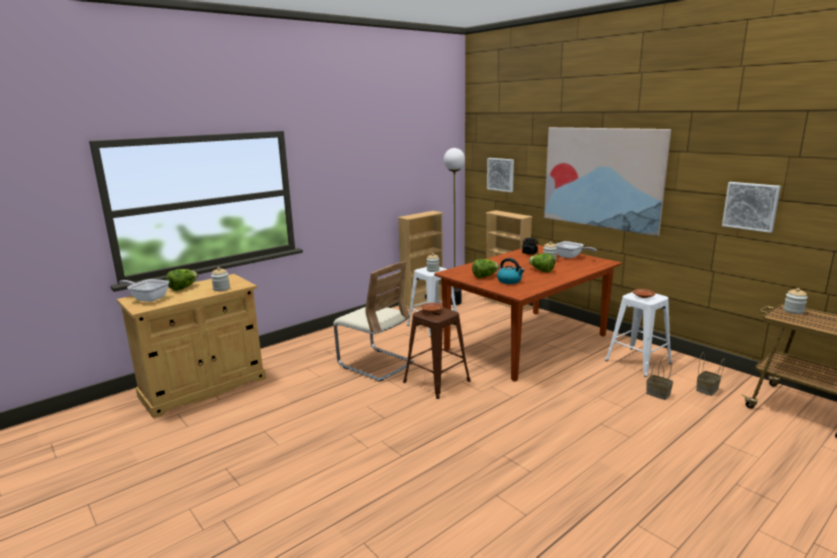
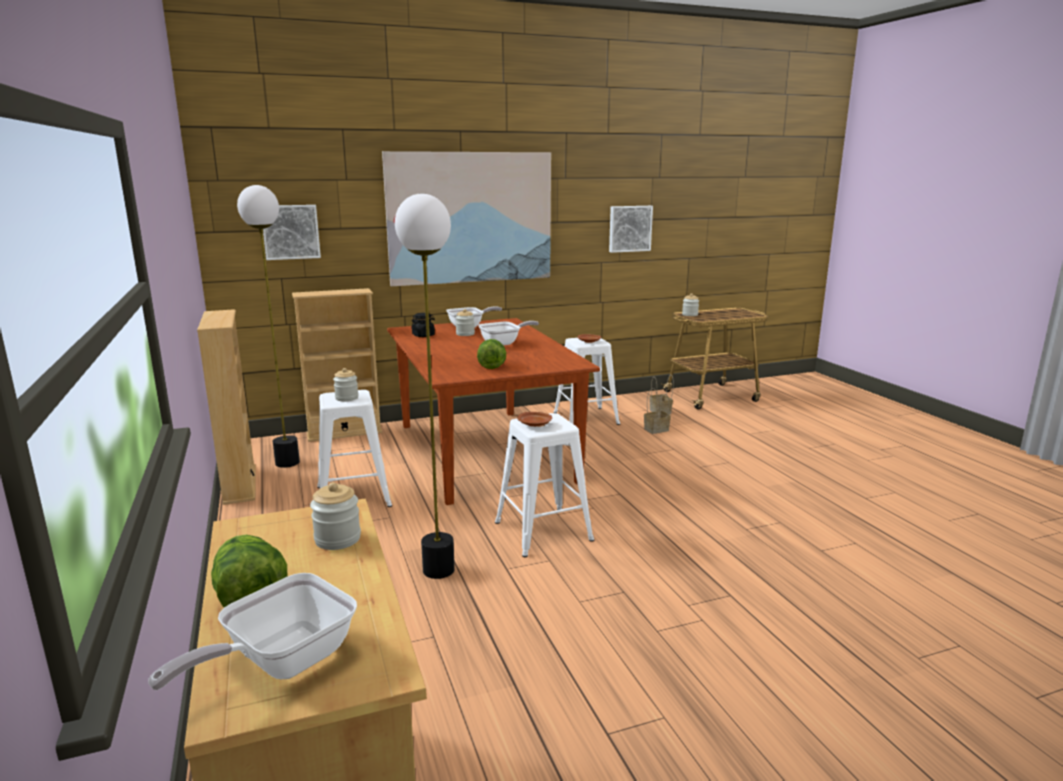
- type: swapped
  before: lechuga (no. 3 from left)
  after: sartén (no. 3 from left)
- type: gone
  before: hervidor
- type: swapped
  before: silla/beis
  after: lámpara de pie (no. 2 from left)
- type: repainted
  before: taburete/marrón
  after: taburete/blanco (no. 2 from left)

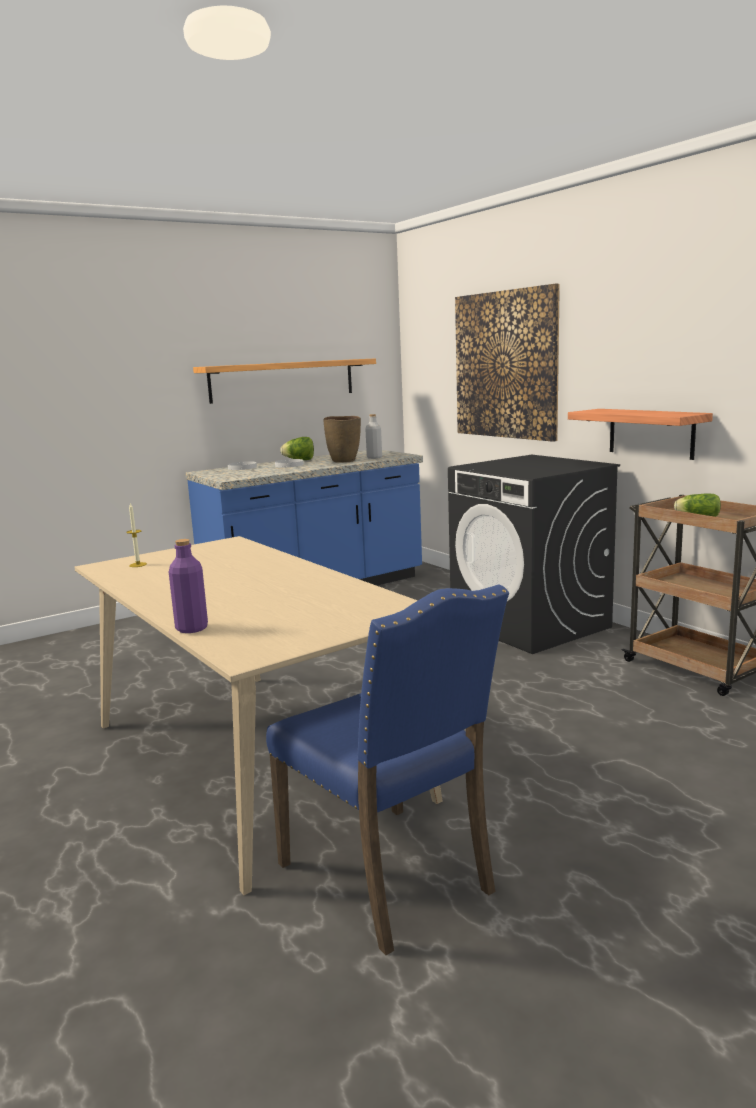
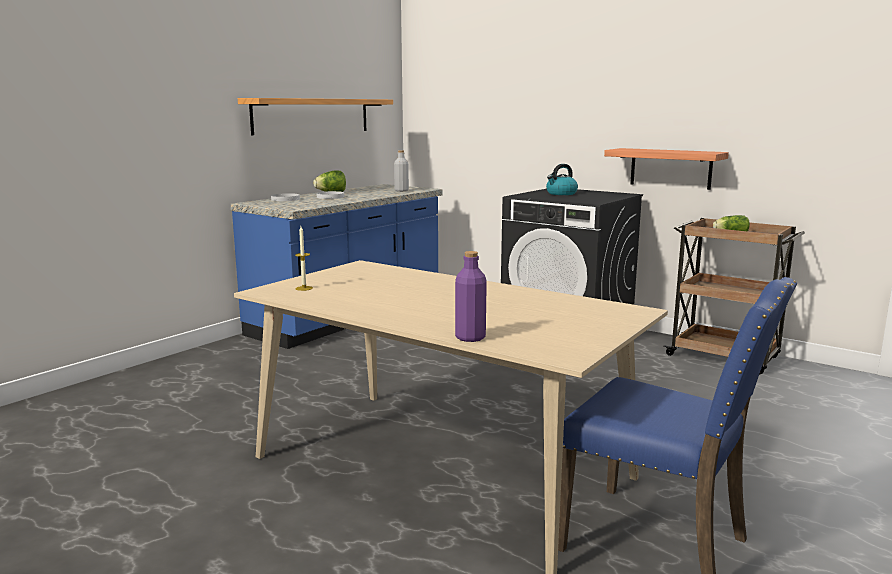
- type: gone
  before: cuadro
- type: gone
  before: florero/marrón
- type: new
  after: hervidor

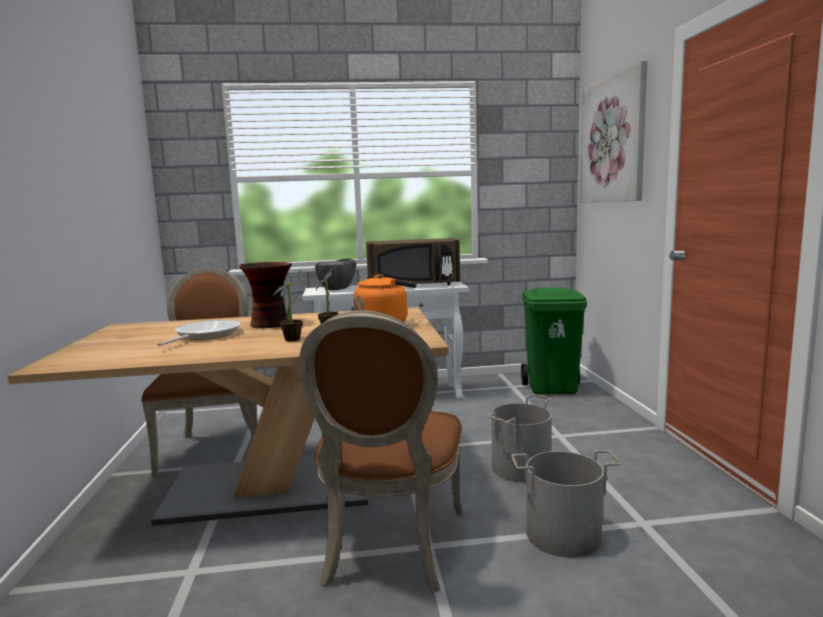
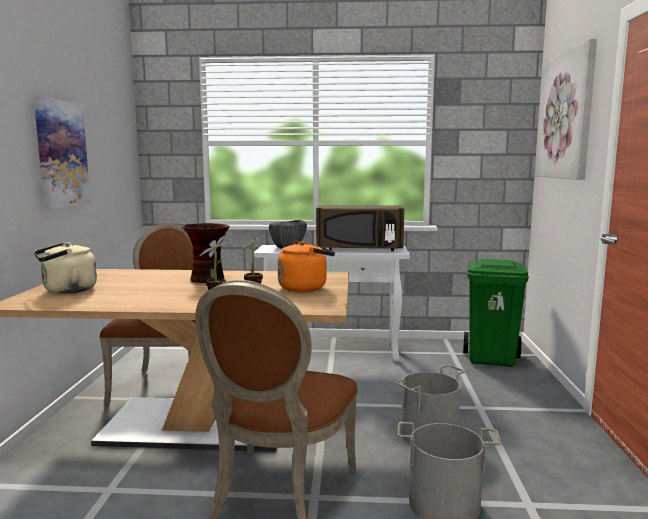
- type: gone
  before: sartén
- type: new
  after: cuadro (no. 1 from left)
- type: new
  after: hervidor/beis

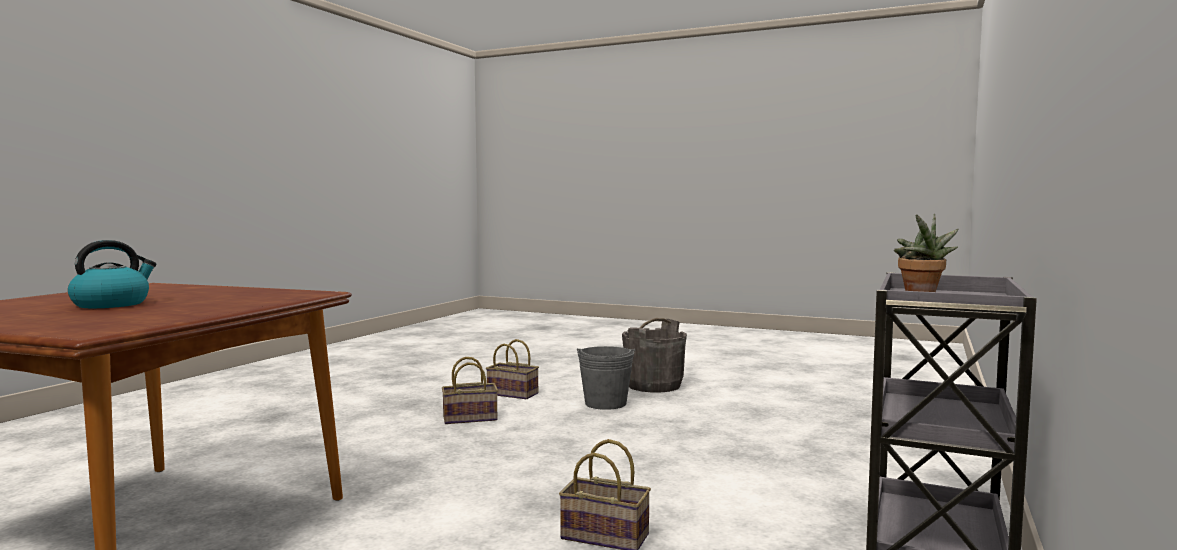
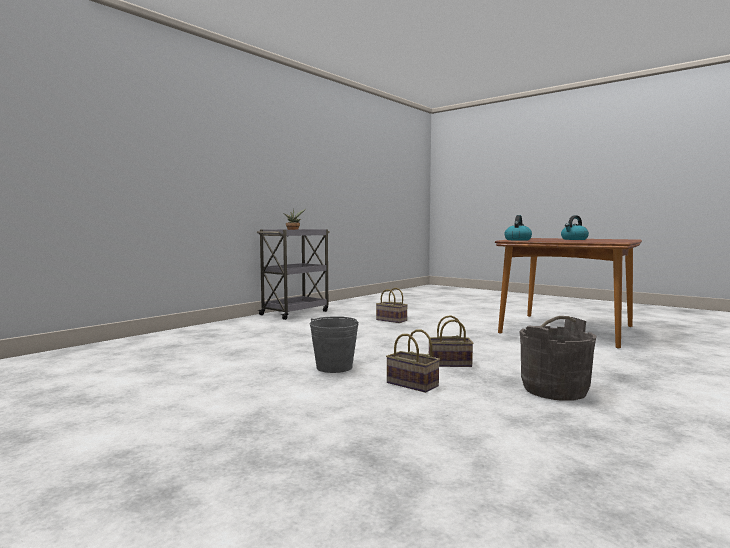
- type: shifted
  before: cubo/gris (no. 2 from left)
- type: new
  after: hervidor (no. 1 from left)

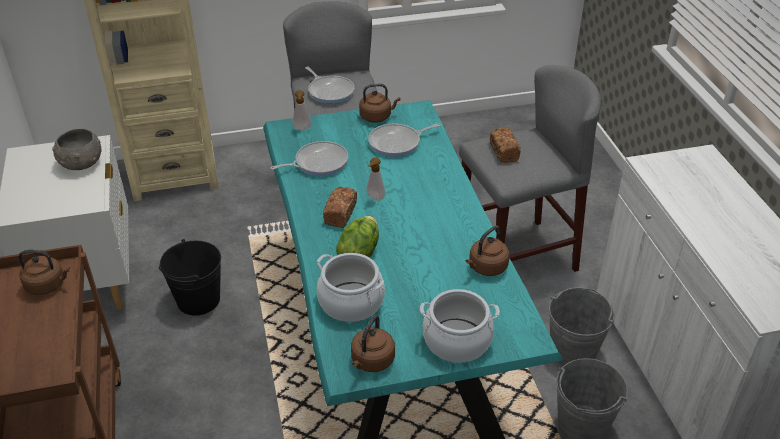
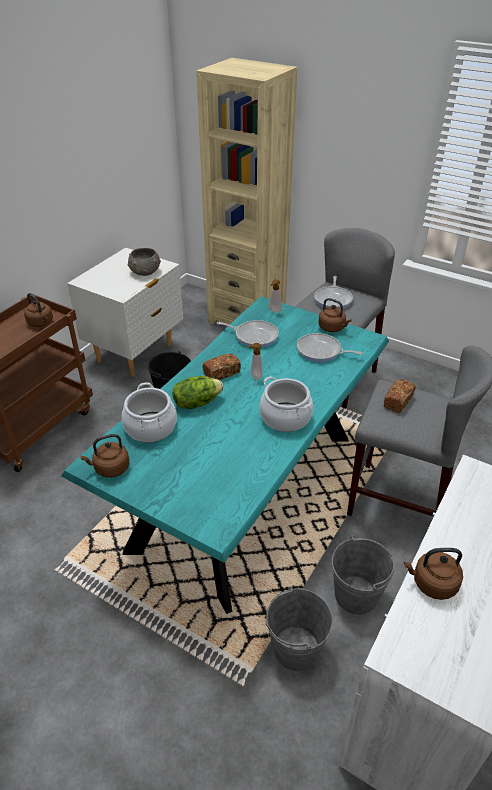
- type: shifted
  before: hervidor/marrón (no. 4 from left)
- type: shifted
  before: olla (no. 2 from left)

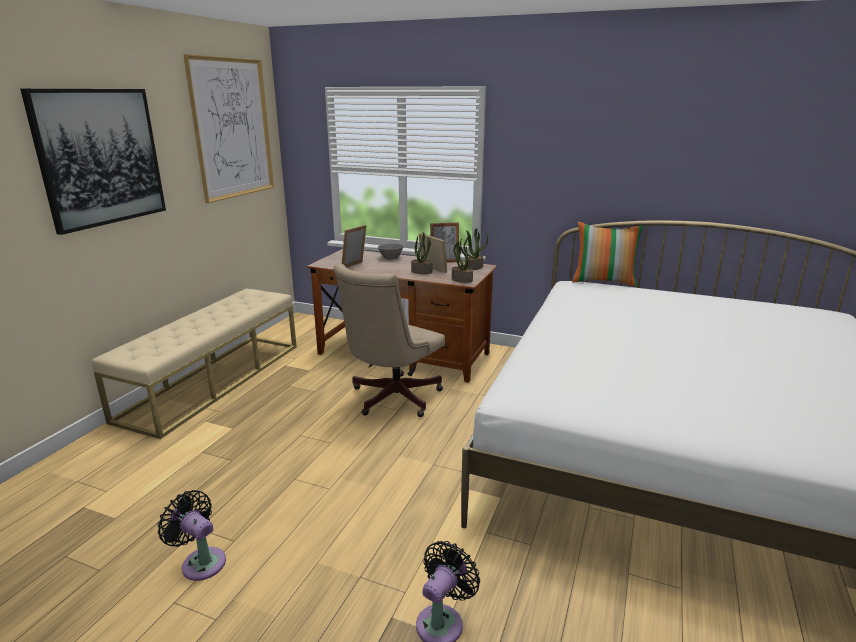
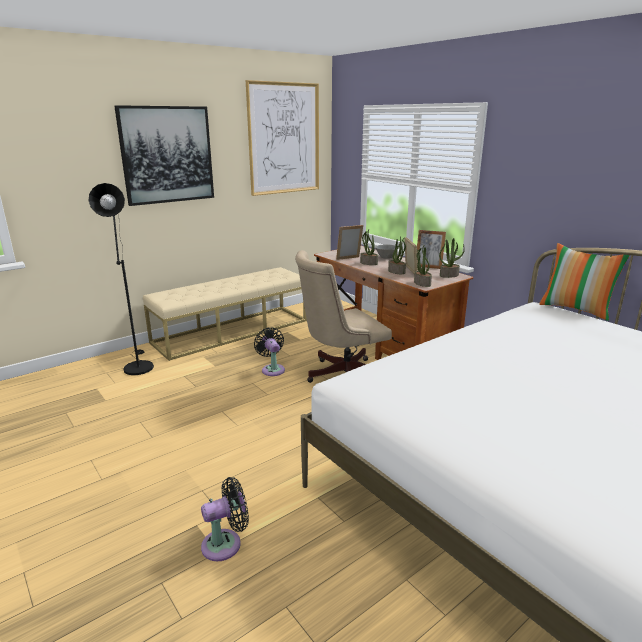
- type: shifted
  before: ventilador/negro (no. 1 from left in the first image)
  after: ventilador/negro (no. 2 from left)
- type: new
  after: lámpara de pie/negro
- type: new
  after: planta en maceta (no. 1 from left)

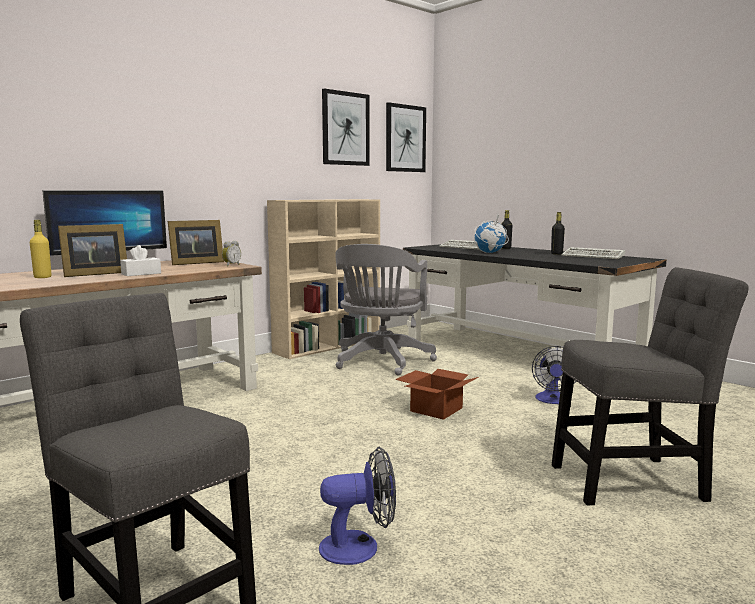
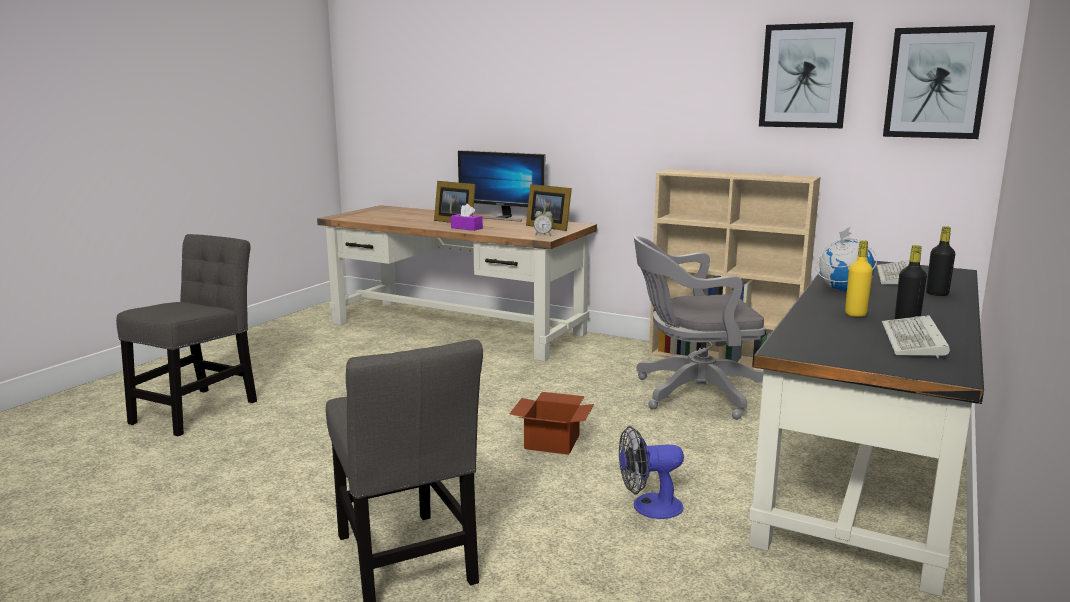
- type: shifted
  before: botella/amarillo
- type: repainted
  before: caja de pañuelos/blanco
  after: caja de pañuelos/morado
- type: gone
  before: ventilador (no. 1 from left)

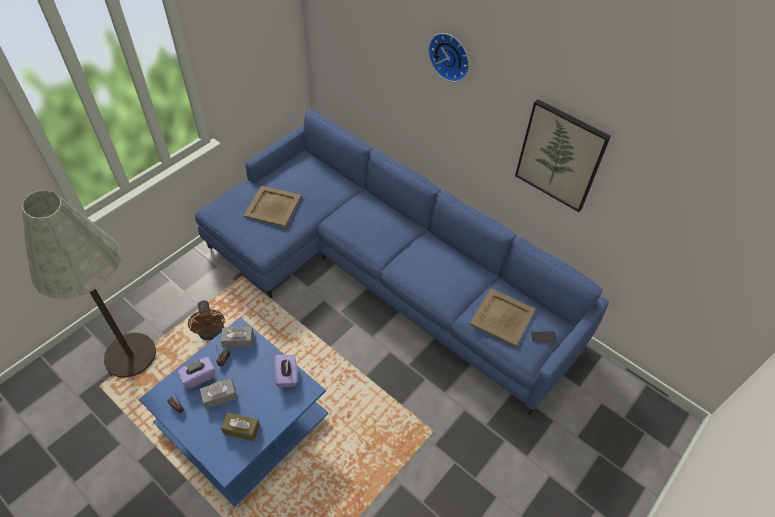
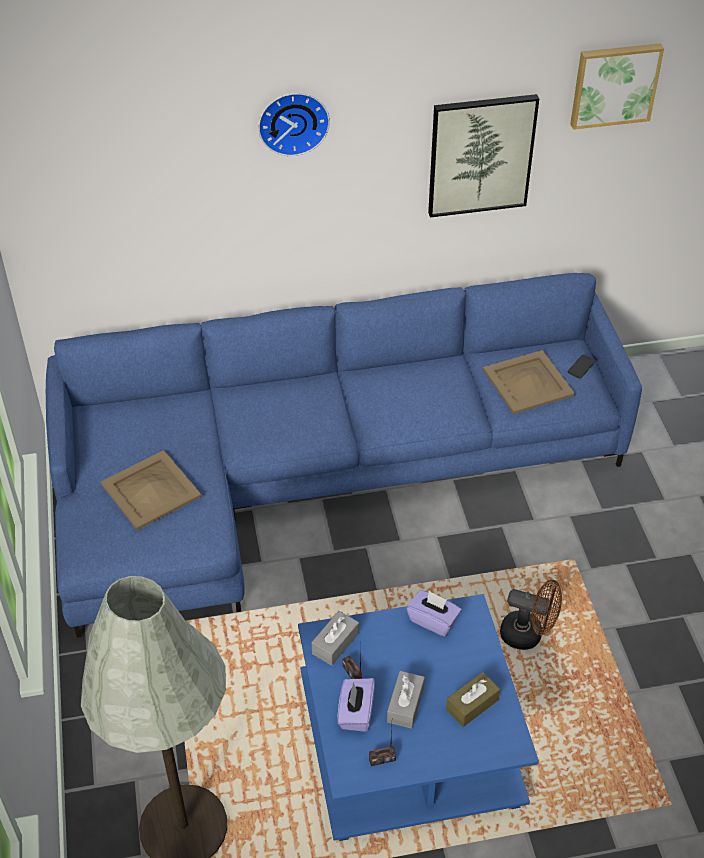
- type: shifted
  before: ventilador/marrón
- type: new
  after: cuadro (no. 2 from left)

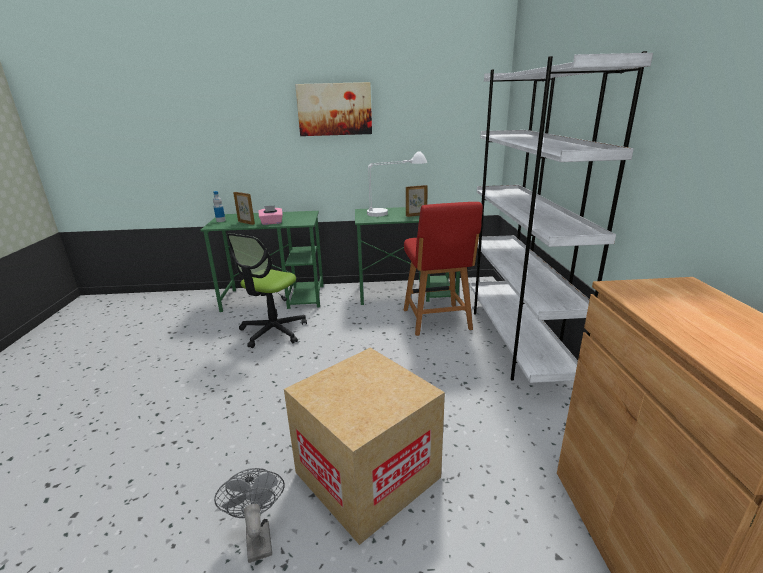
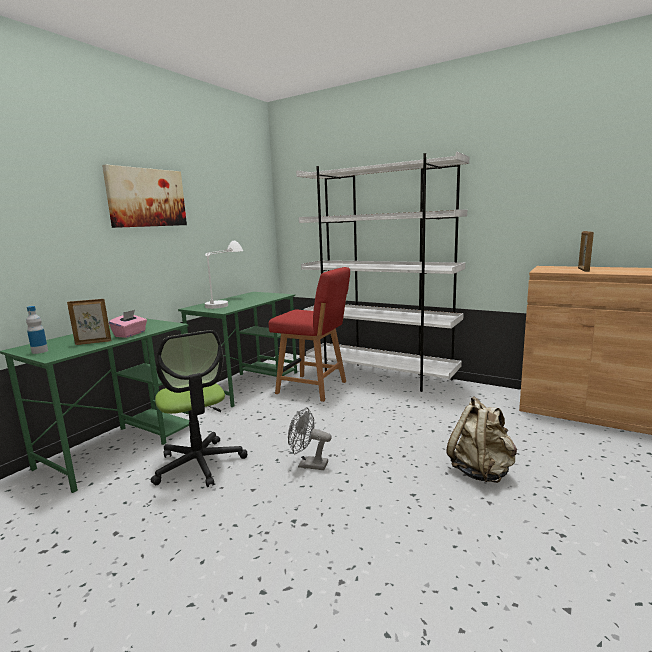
- type: shifted
  before: portarretratos (no. 2 from left)
- type: swapped
  before: caja de cartón
  after: mochila/beis
- type: shifted
  before: ventilador/gris

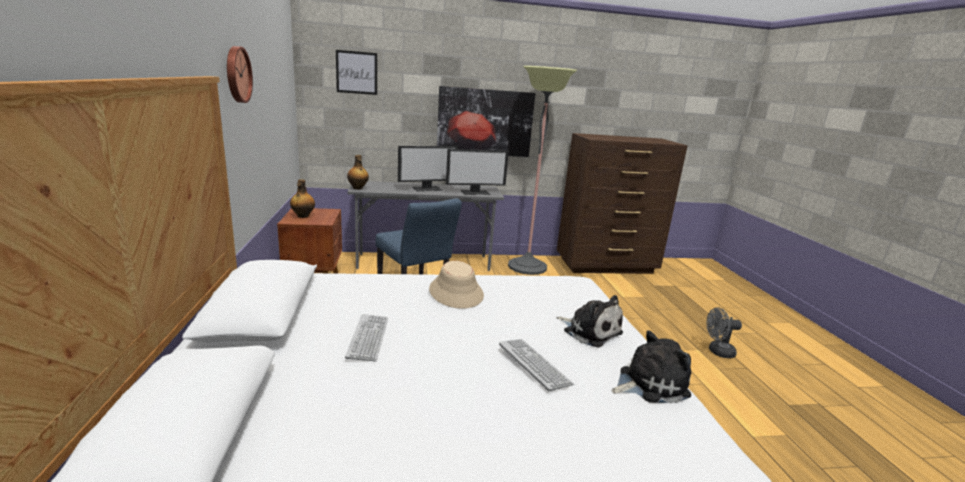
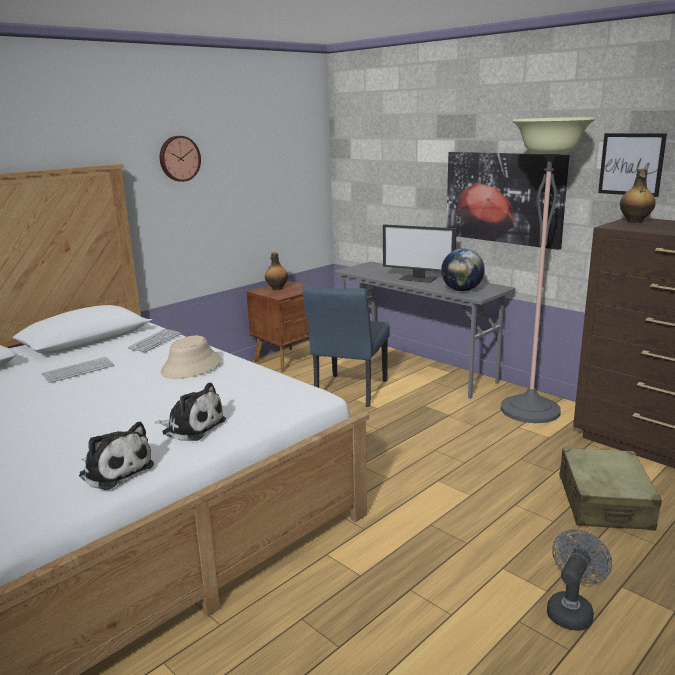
- type: shifted
  before: cuadro (no. 1 from left in the first image)
  after: cuadro (no. 2 from left)
- type: swapped
  before: monitor (no. 2 from left)
  after: globo terráqueo
- type: shifted
  before: botella (no. 2 from left)
- type: rotated
  before: peluche (no. 1 from left in the first image)
  turn: -75
- type: rotated
  before: ventilador/gris
  turn: 75
- type: shifted
  before: teclado (no. 2 from left)
- type: new
  after: maleta/beis

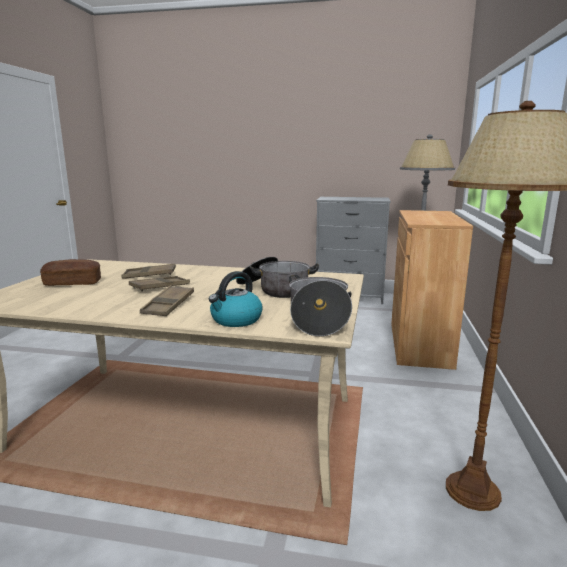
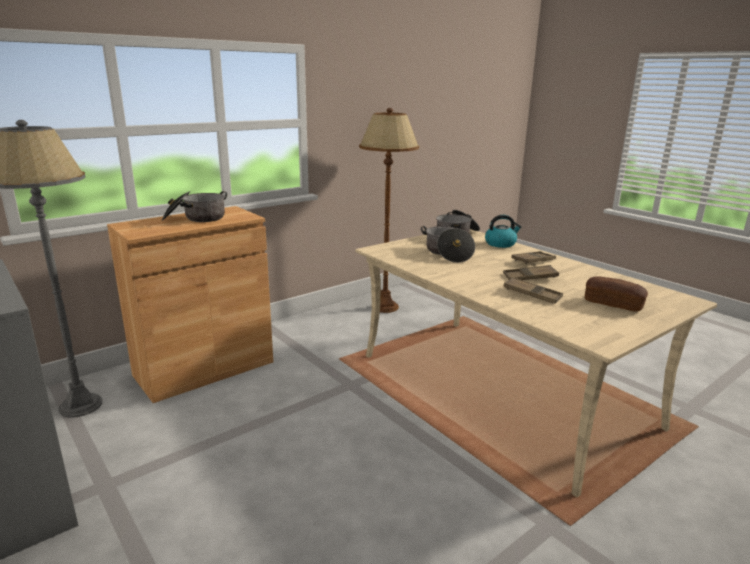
- type: new
  after: olla (no. 1 from left)

